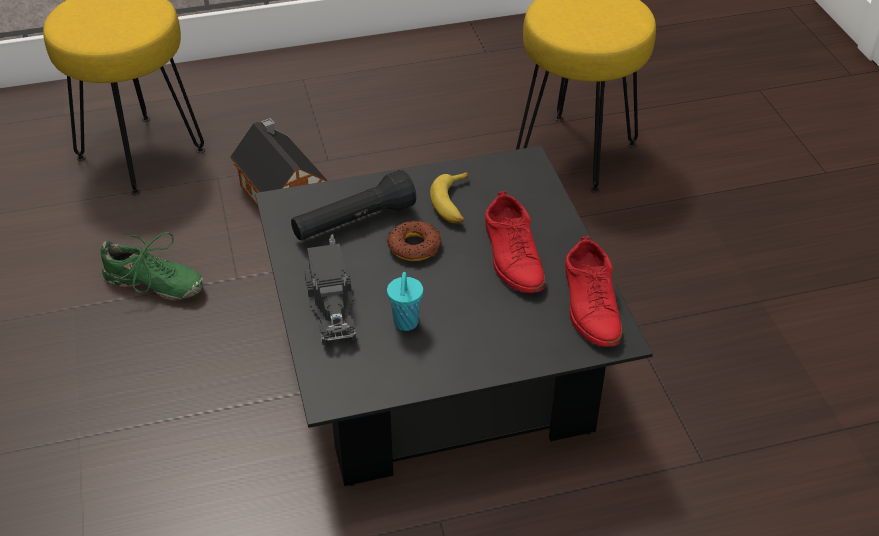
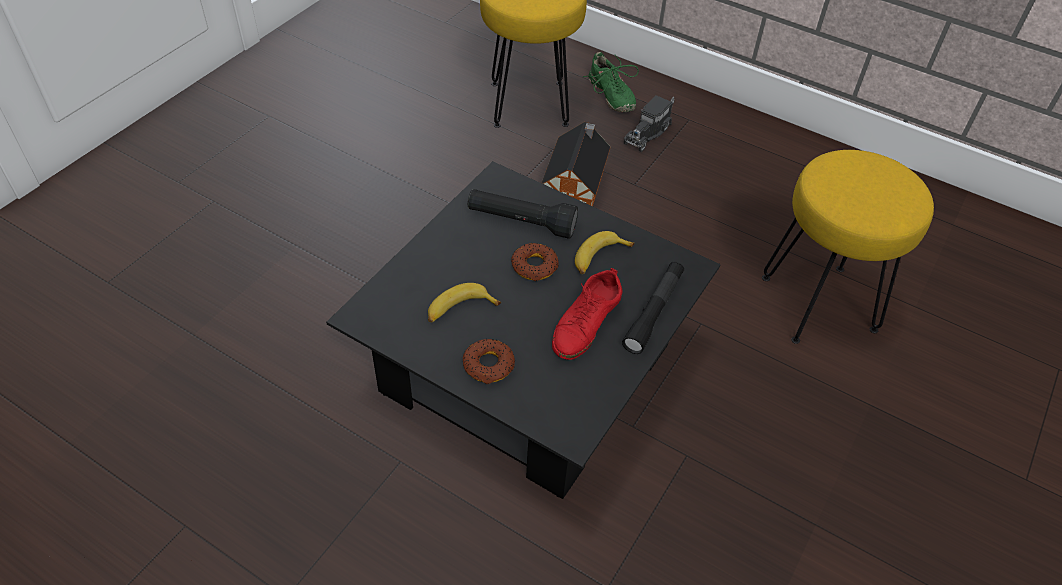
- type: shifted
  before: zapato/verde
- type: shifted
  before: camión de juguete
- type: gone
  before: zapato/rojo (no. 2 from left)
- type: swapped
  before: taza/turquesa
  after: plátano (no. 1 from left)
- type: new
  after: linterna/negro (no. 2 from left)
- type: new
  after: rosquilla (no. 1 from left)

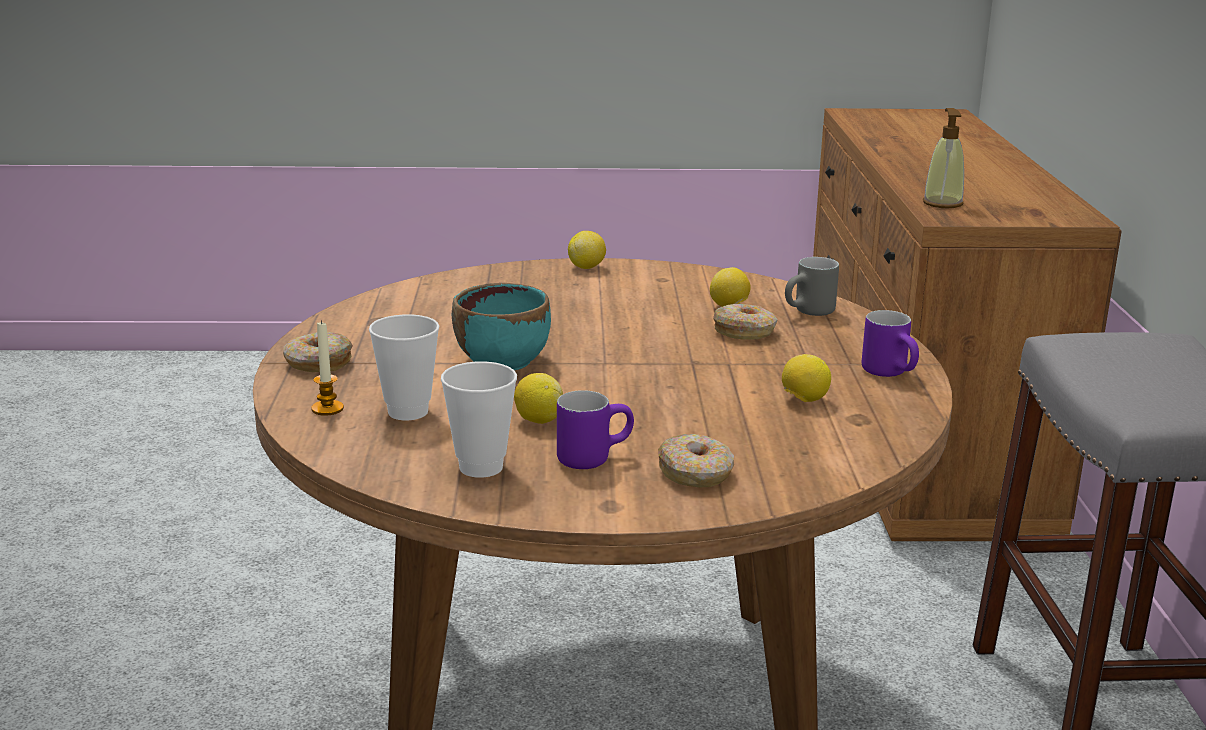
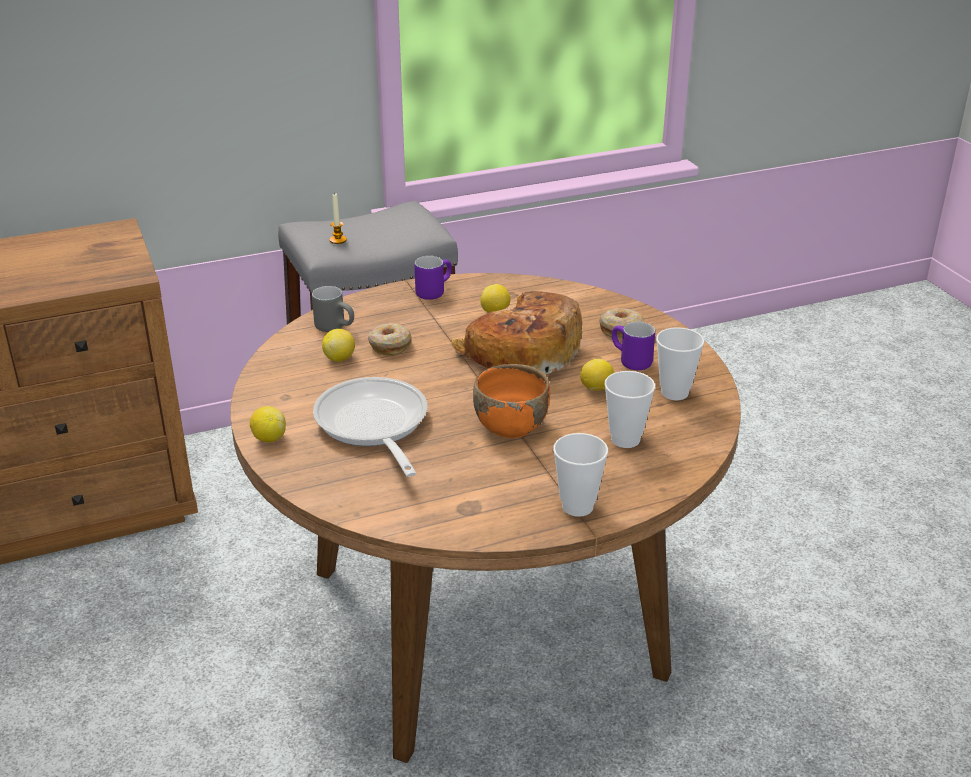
- type: gone
  before: dispensador de jabón
- type: repainted
  before: cuenco/turquesa
  after: cuenco/naranja
- type: shifted
  before: vela
- type: swapped
  before: rosquilla (no. 1 from left)
  after: taza (no. 1 from left)
- type: new
  after: pan
- type: new
  after: sartén

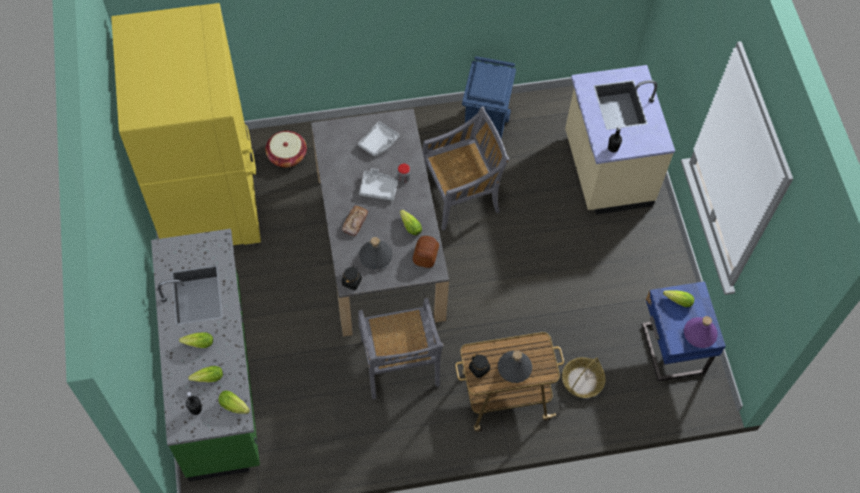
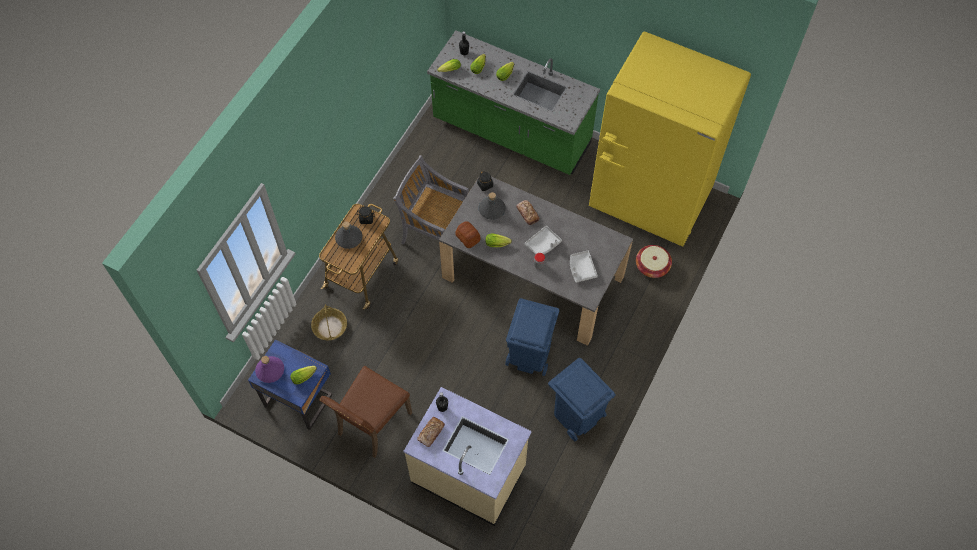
- type: swapped
  before: silla/gris (no. 2 from left)
  after: papelera/azul (no. 1 from left)
- type: new
  after: silla/marrón
- type: new
  after: pan (no. 1 from left)

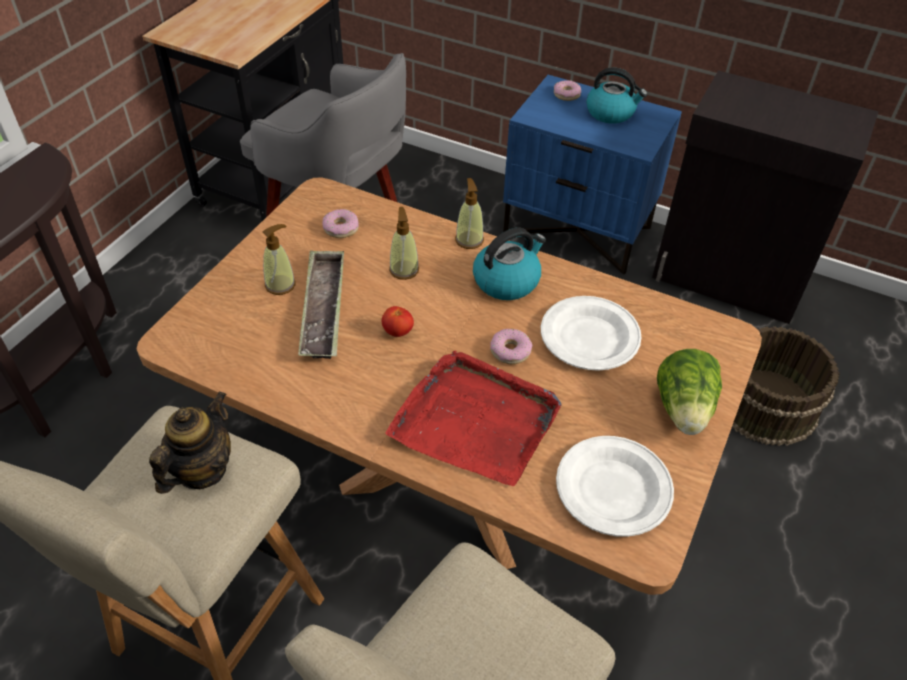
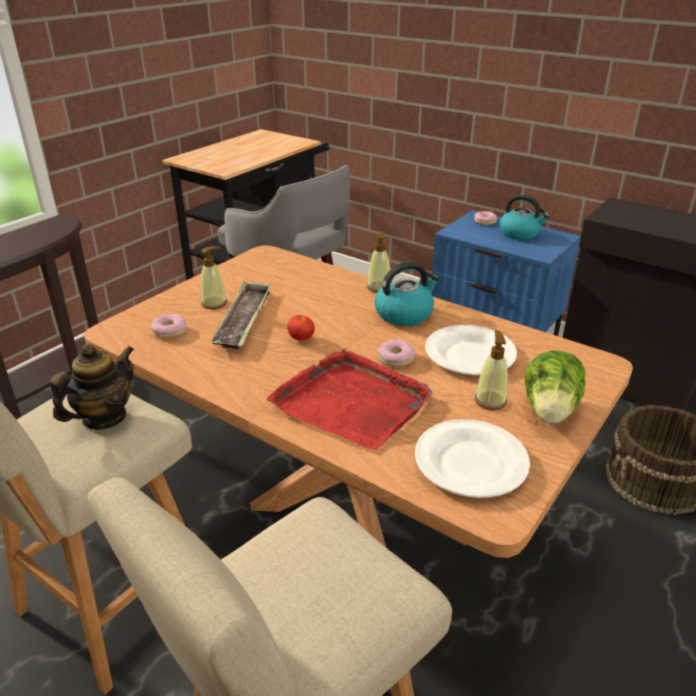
- type: shifted
  before: dispensador de jabón (no. 2 from left in the first image)
  after: dispensador de jabón (no. 3 from left)
- type: shifted
  before: rosquilla (no. 1 from left)

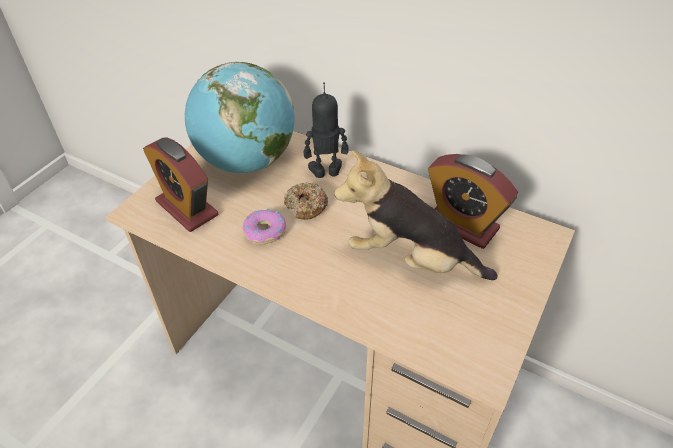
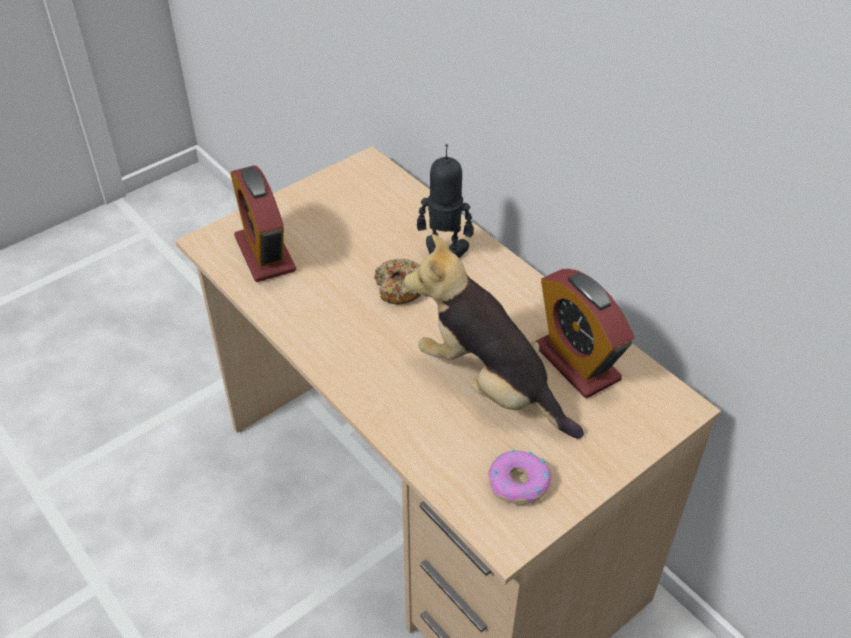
- type: gone
  before: globo terráqueo
- type: shifted
  before: rosquilla (no. 1 from left in the first image)
  after: rosquilla (no. 2 from left)

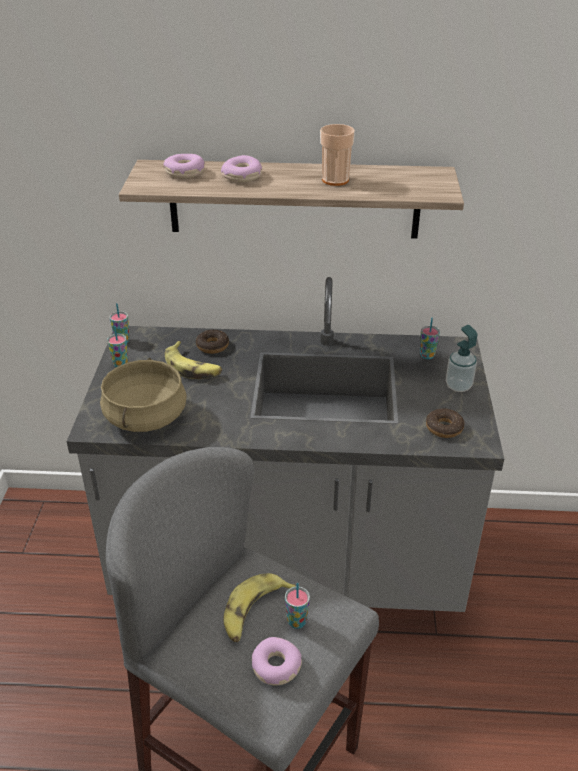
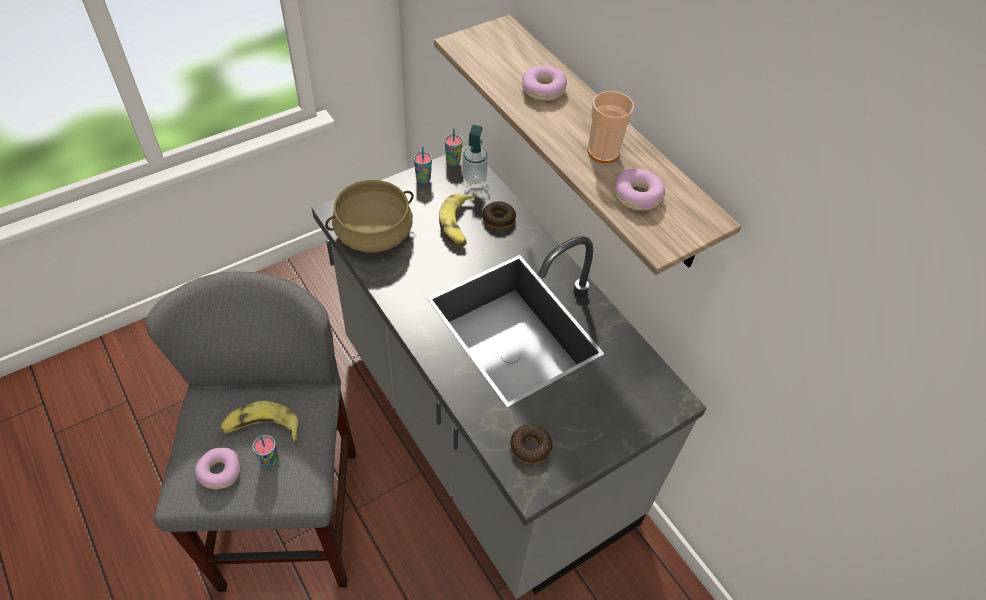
- type: shifted
  before: rosquilla (no. 1 from left in the first image)
  after: rosquilla (no. 5 from left)
- type: gone
  before: taza (no. 5 from left)
- type: shifted
  before: dispensador de jabón

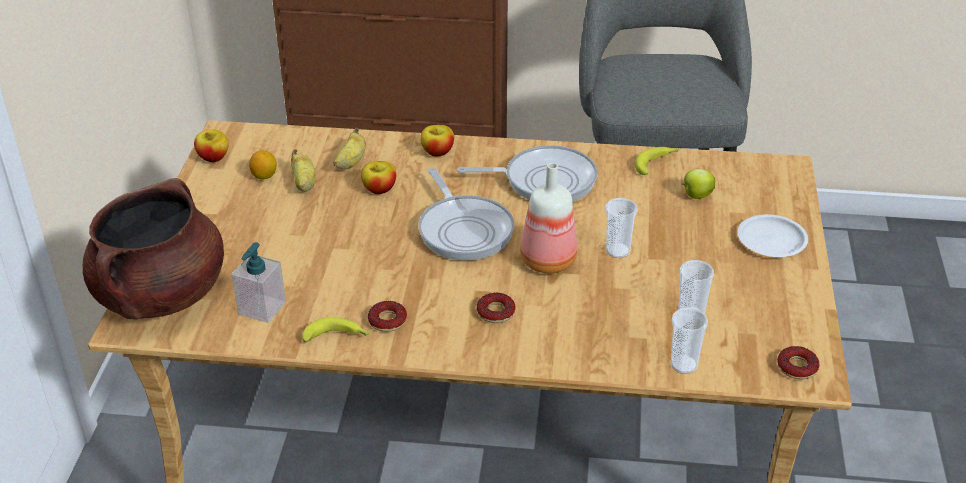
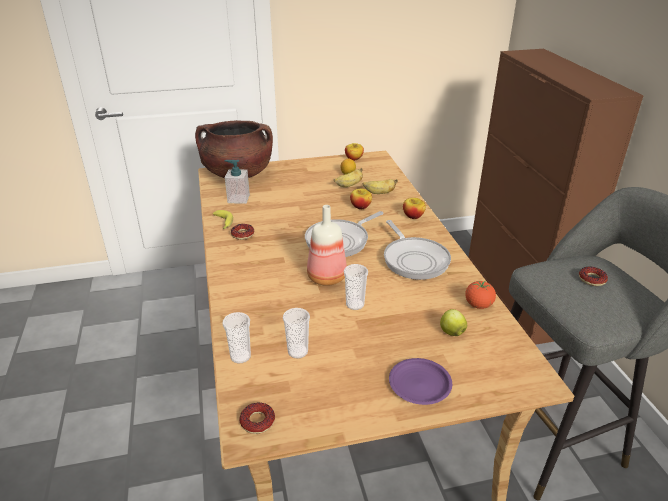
- type: swapped
  before: plátano (no. 4 from left)
  after: tomate
- type: repainted
  before: plato/blanco
  after: plato/morado
- type: shifted
  before: rosquilla (no. 2 from left in the first image)
  after: rosquilla (no. 3 from left)

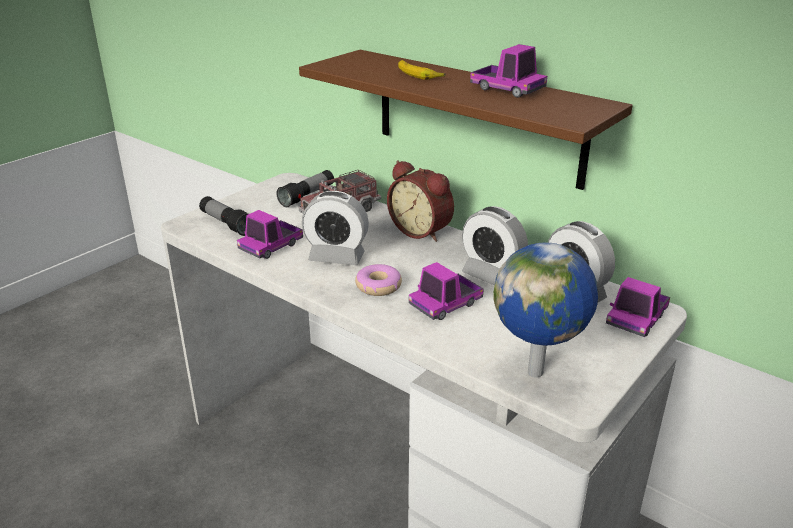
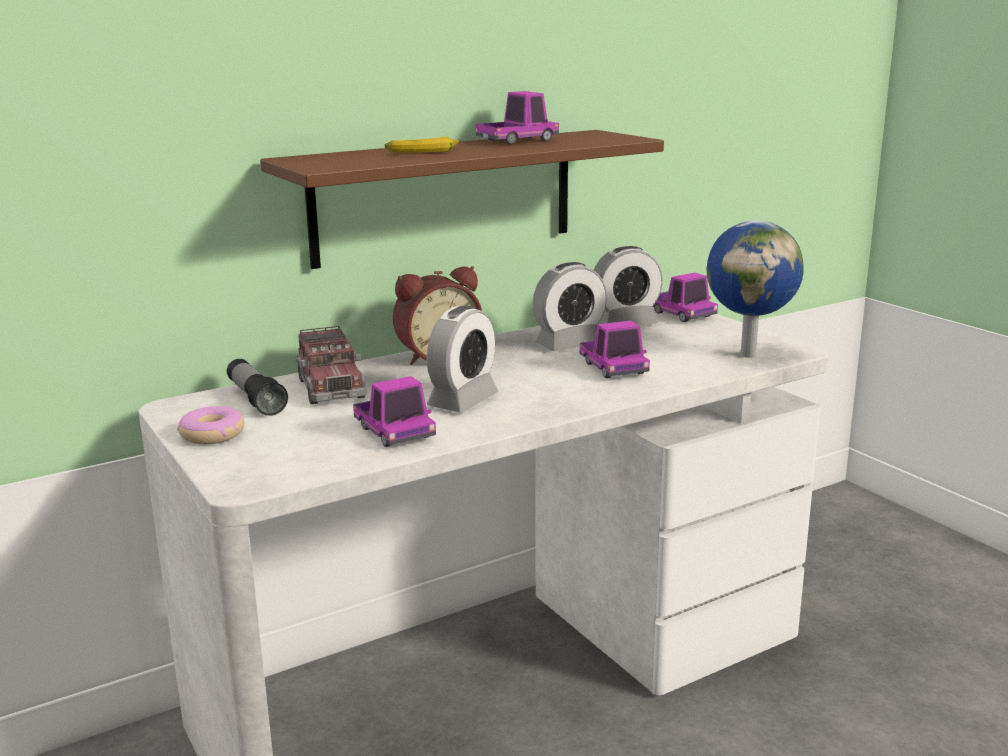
- type: gone
  before: linterna (no. 1 from left)
- type: shifted
  before: rosquilla

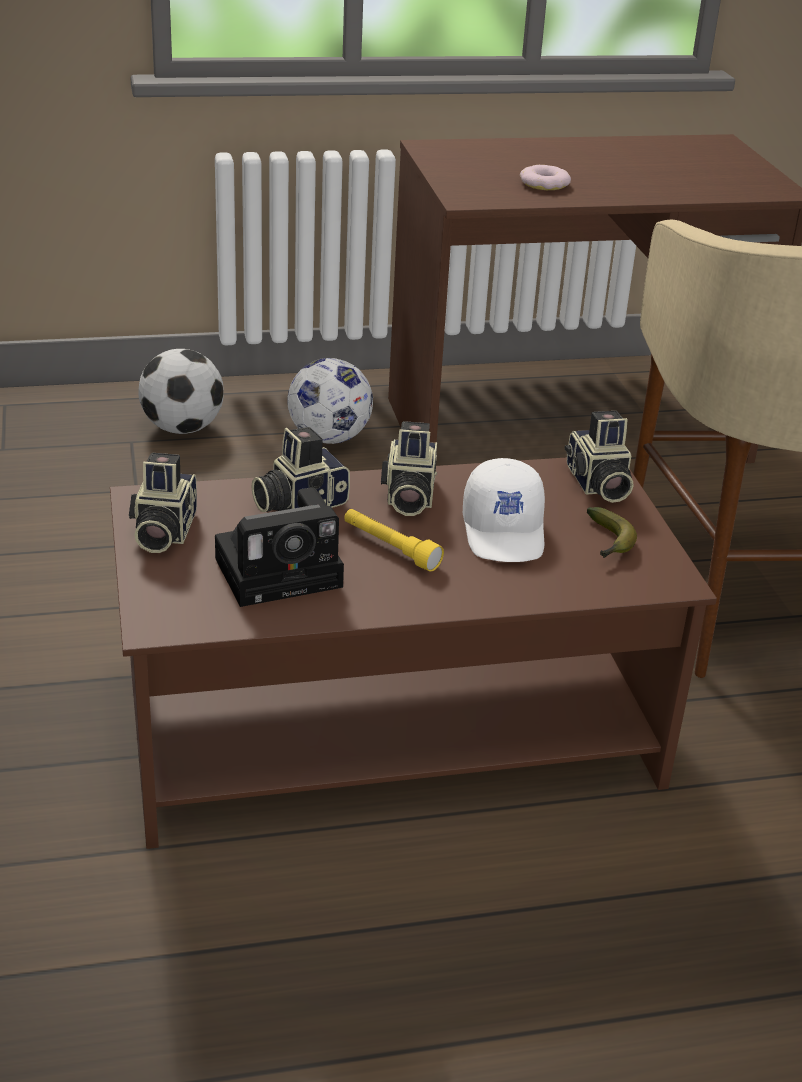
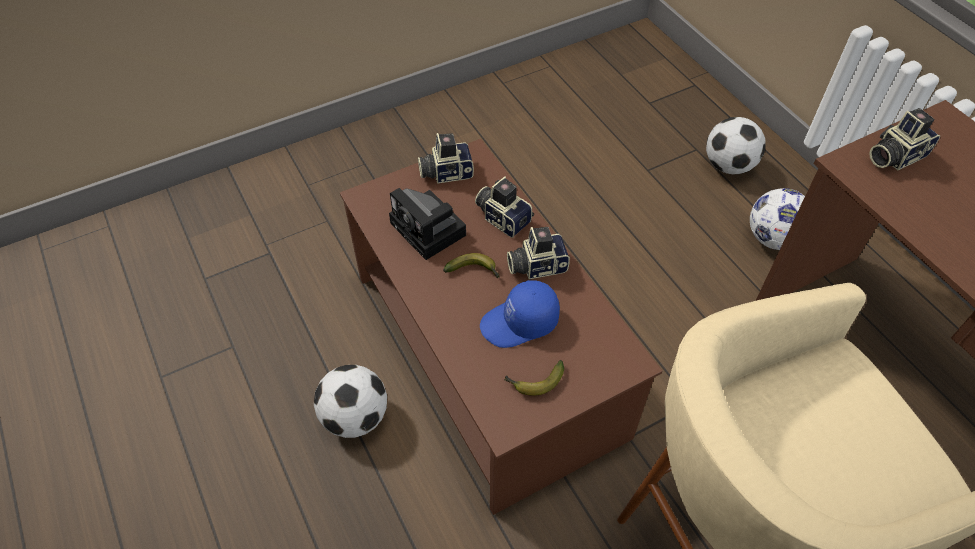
- type: gone
  before: rosquilla
- type: shifted
  before: cámara (no. 5 from left)
- type: repainted
  before: gorra/blanco
  after: gorra/azul
- type: swapped
  before: linterna/amarillo
  after: plátano (no. 1 from left)
- type: new
  after: balón de fútbol (no. 1 from left)

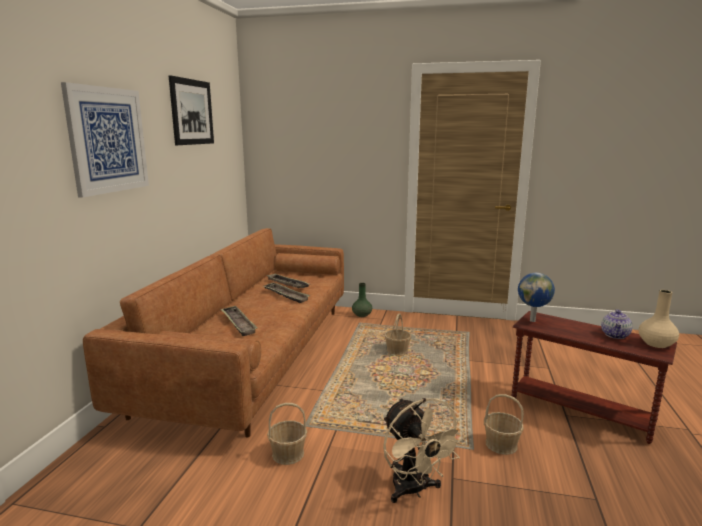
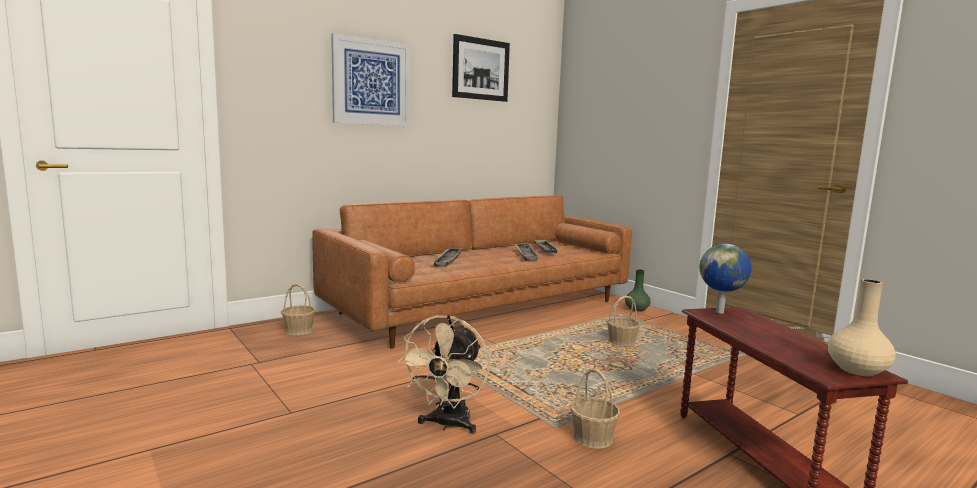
- type: gone
  before: tetera
- type: shifted
  before: cesta (no. 1 from left)

